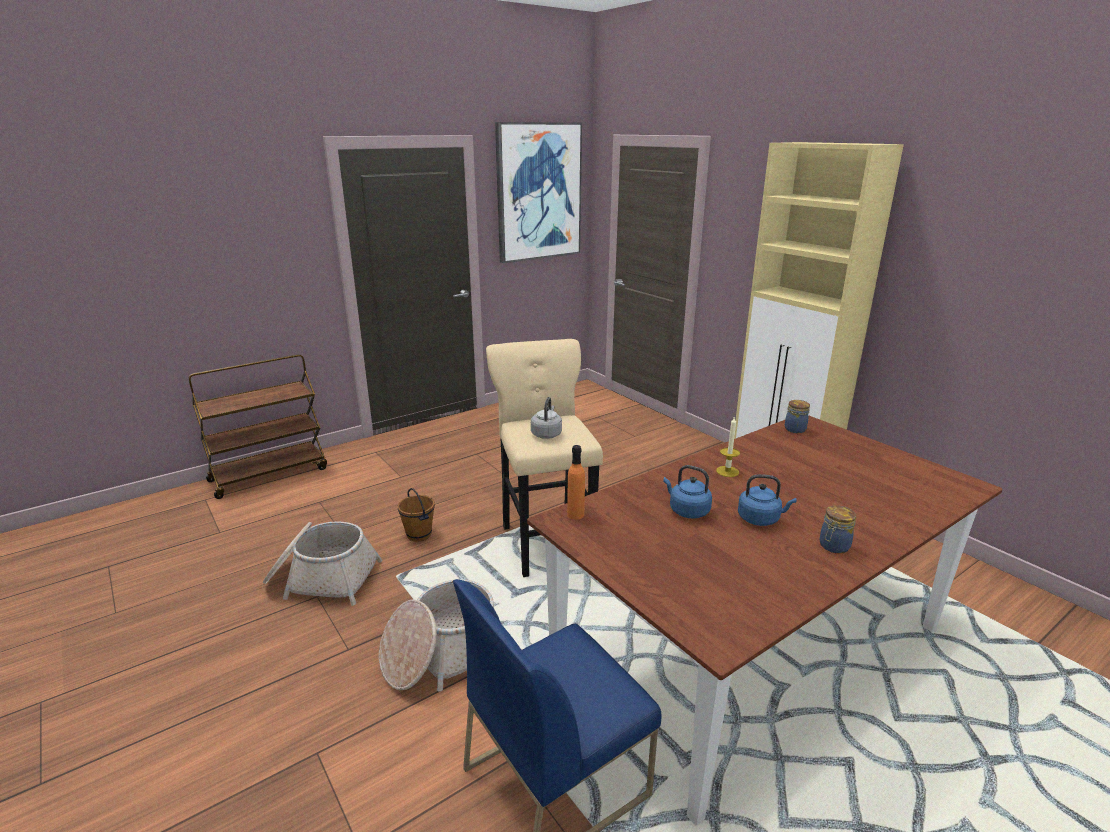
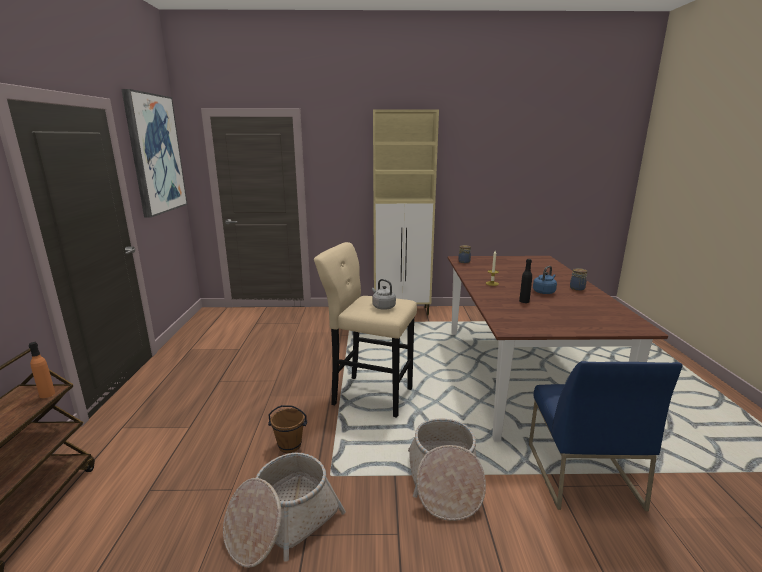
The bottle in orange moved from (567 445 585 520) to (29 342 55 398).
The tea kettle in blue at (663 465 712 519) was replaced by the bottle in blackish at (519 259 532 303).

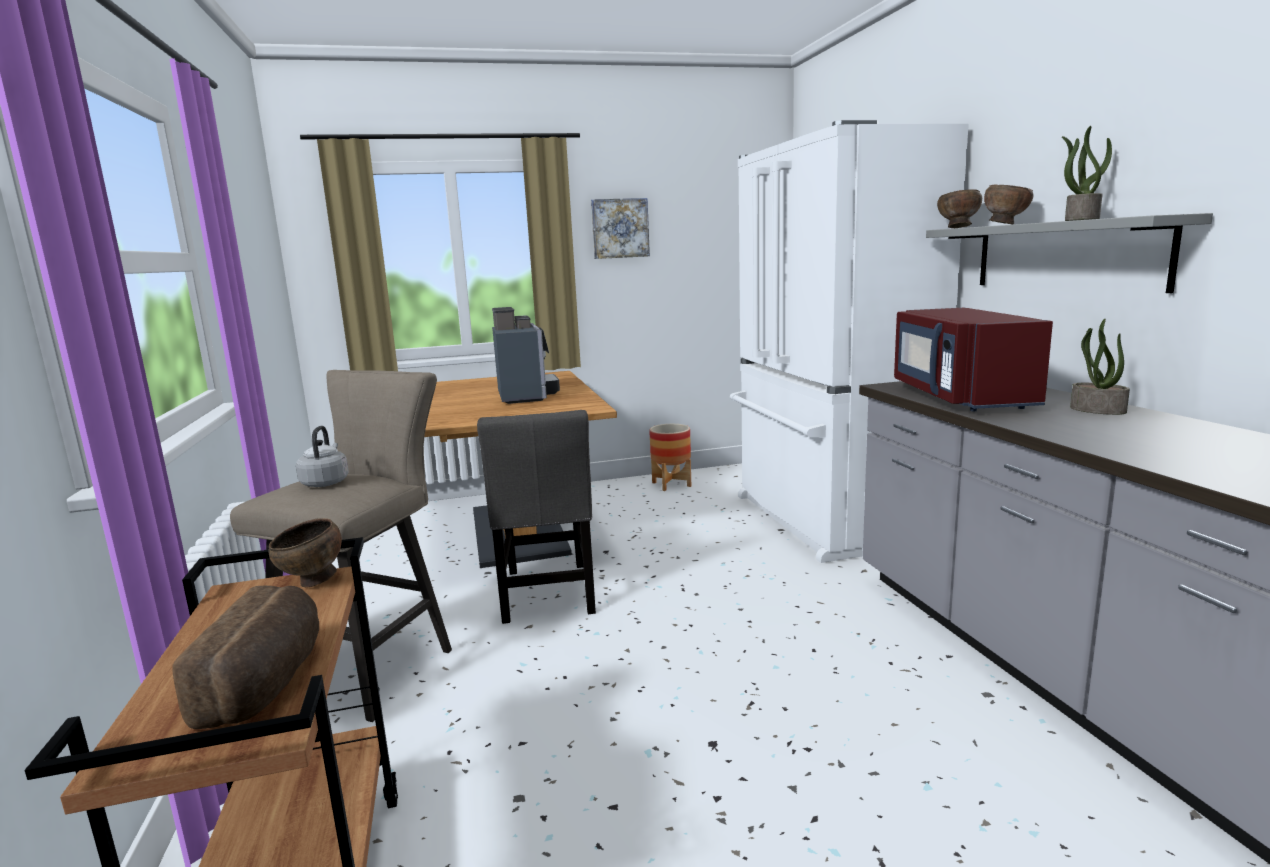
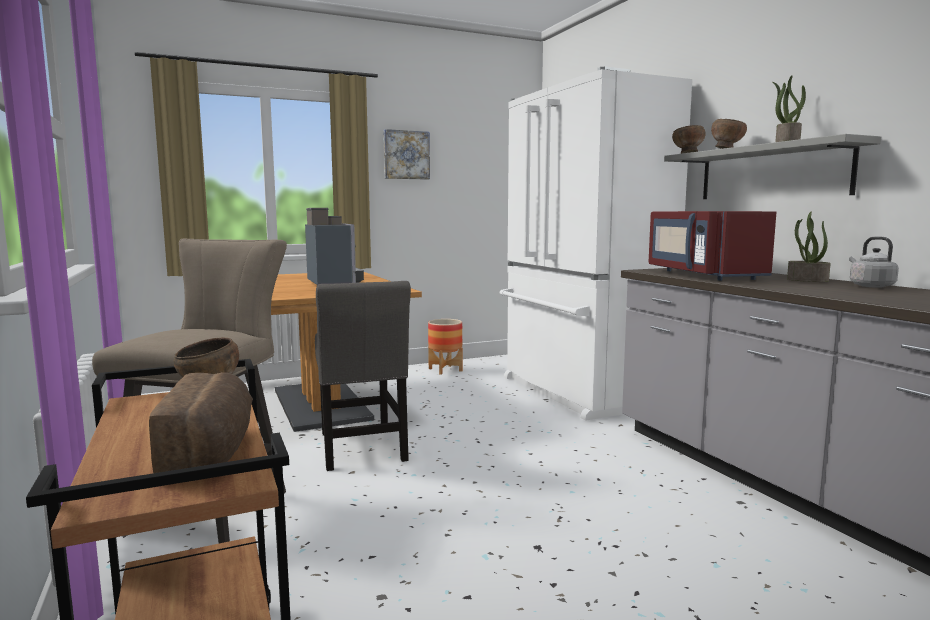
The tea kettle in gray moved from (296 426 349 487) to (849 237 899 288).

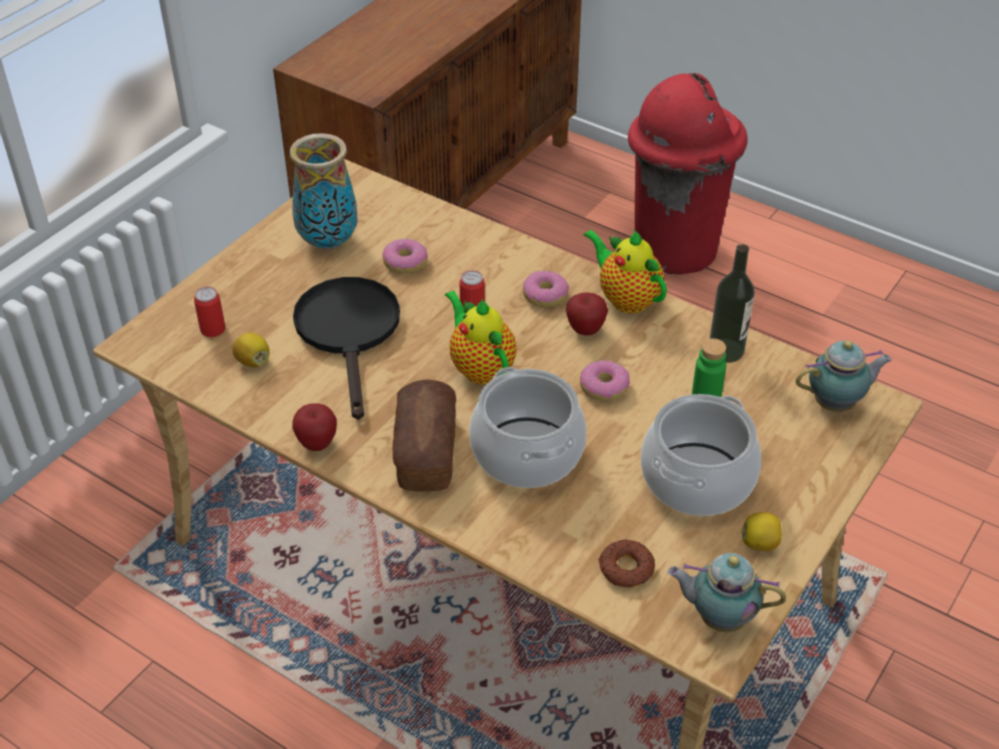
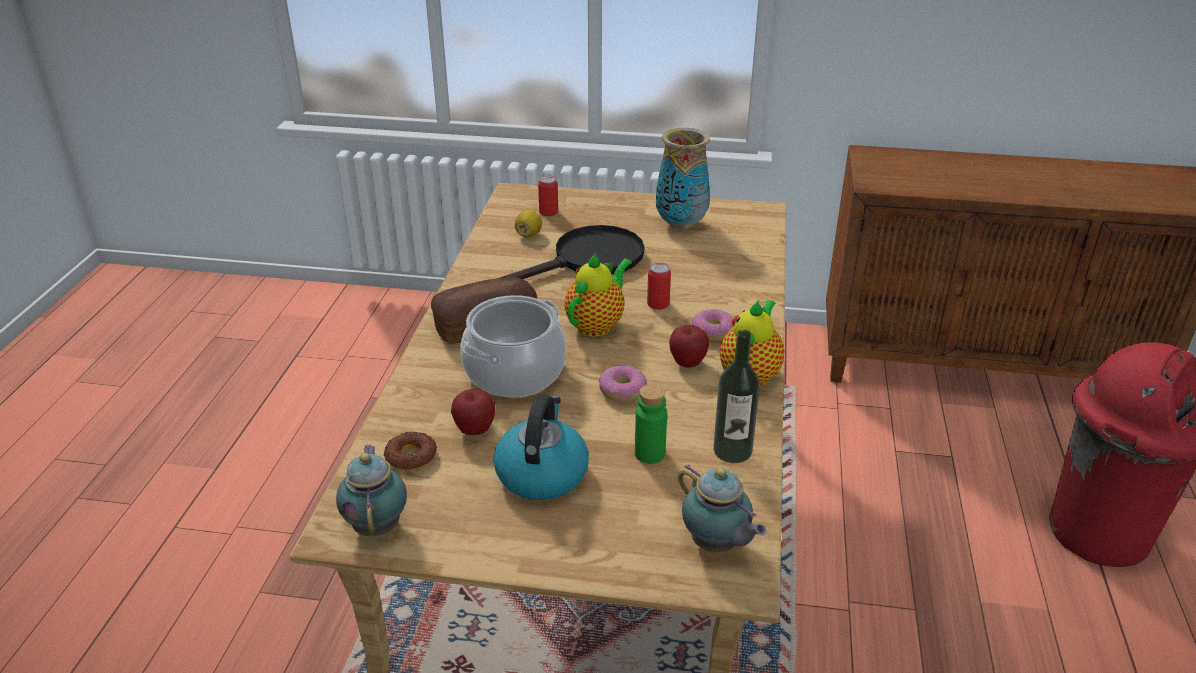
The apple moved from (292 403 337 451) to (451 389 495 435).
The stockpot at (641 394 761 516) was replaced by the tea kettle at (493 395 589 500).
The doughnut at (382 239 428 274) disappeared.
The whole lemon at (741 512 782 551) disappeared.

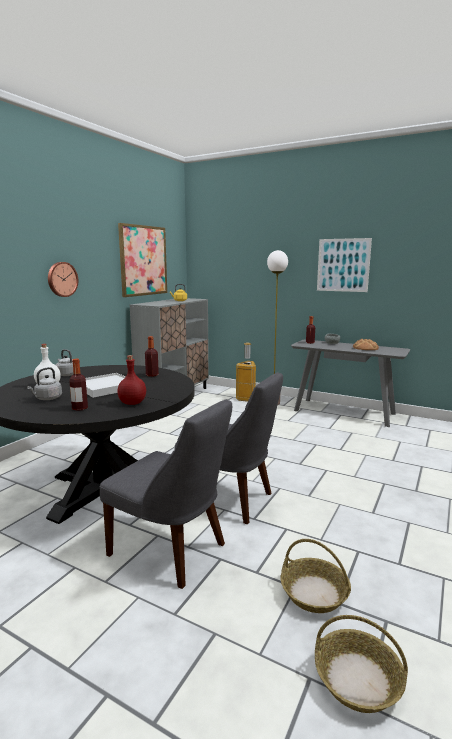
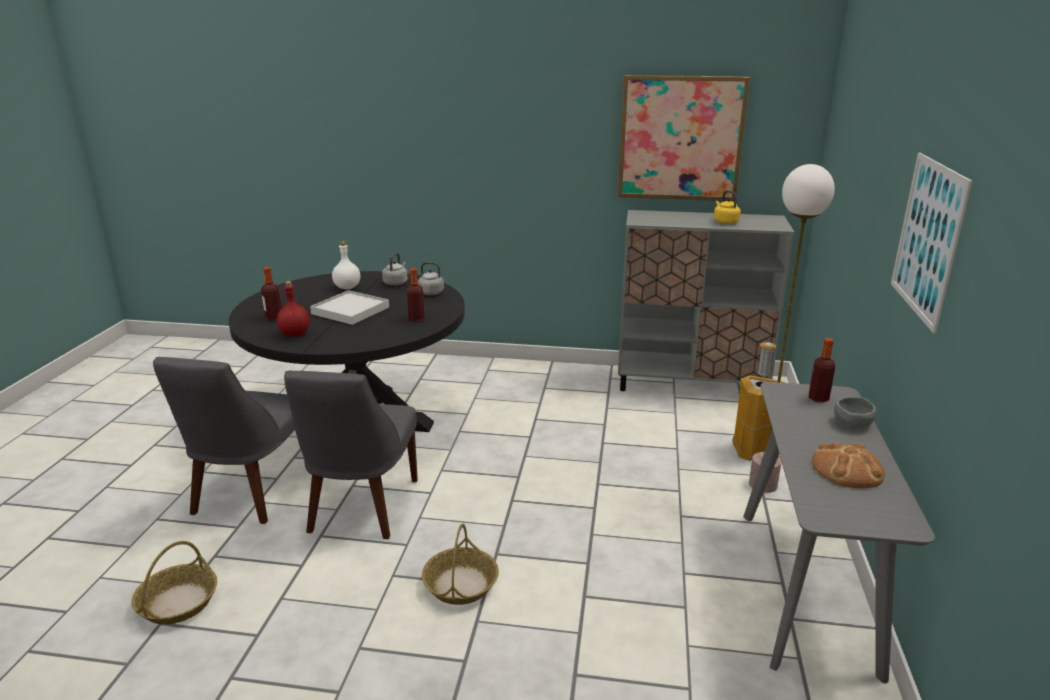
The tea kettle in gray moved from (27 367 62 400) to (418 262 444 295).
The basket moved from (315 615 408 713) to (422 524 499 605).
The clock on the wall at (48 262 78 297) disappeared.

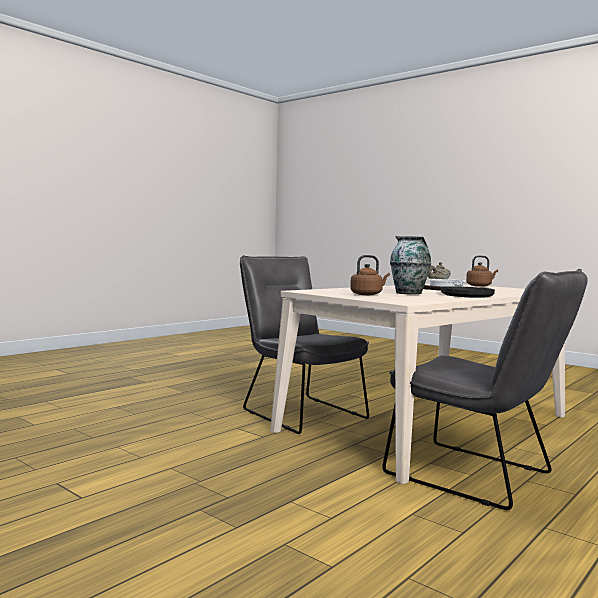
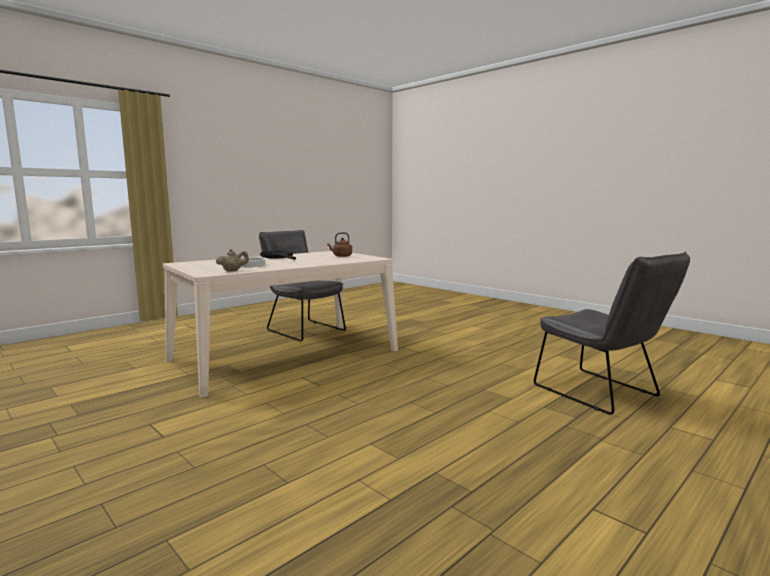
The chair in gray moved from (240 255 369 434) to (534 252 690 415).
The decorative vase at (390 236 431 294) disappeared.
The tea kettle in brownish at (466 255 498 287) disappeared.

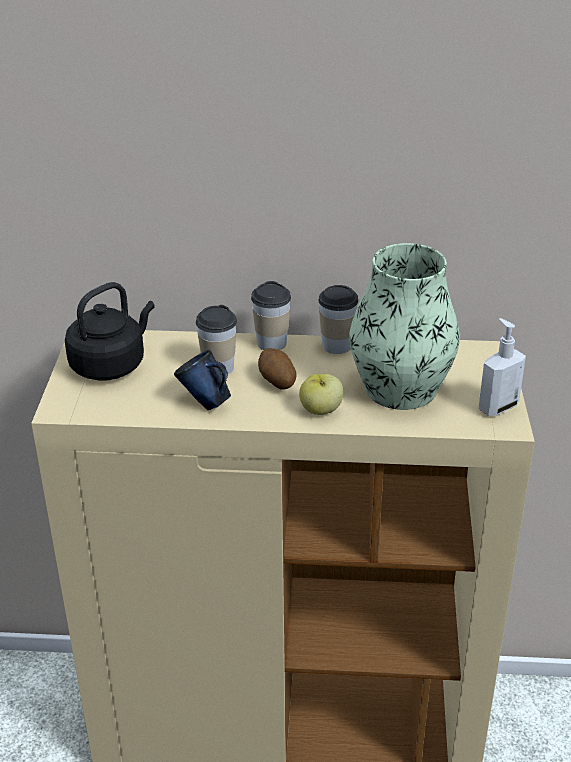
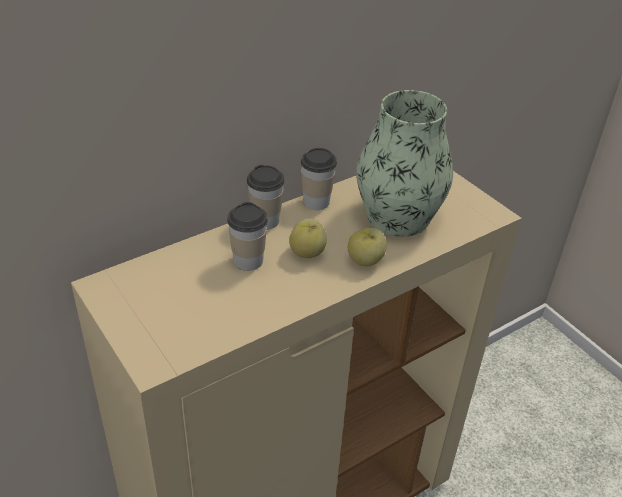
The potato at (258 348 297 390) was replaced by the apple at (289 218 327 258).
The tea kettle in blackish at (65 282 155 381) disappeared.
The coffee mug in blue at (174 350 231 410) disappeared.
The soap bottle at (478 318 526 416) disappeared.

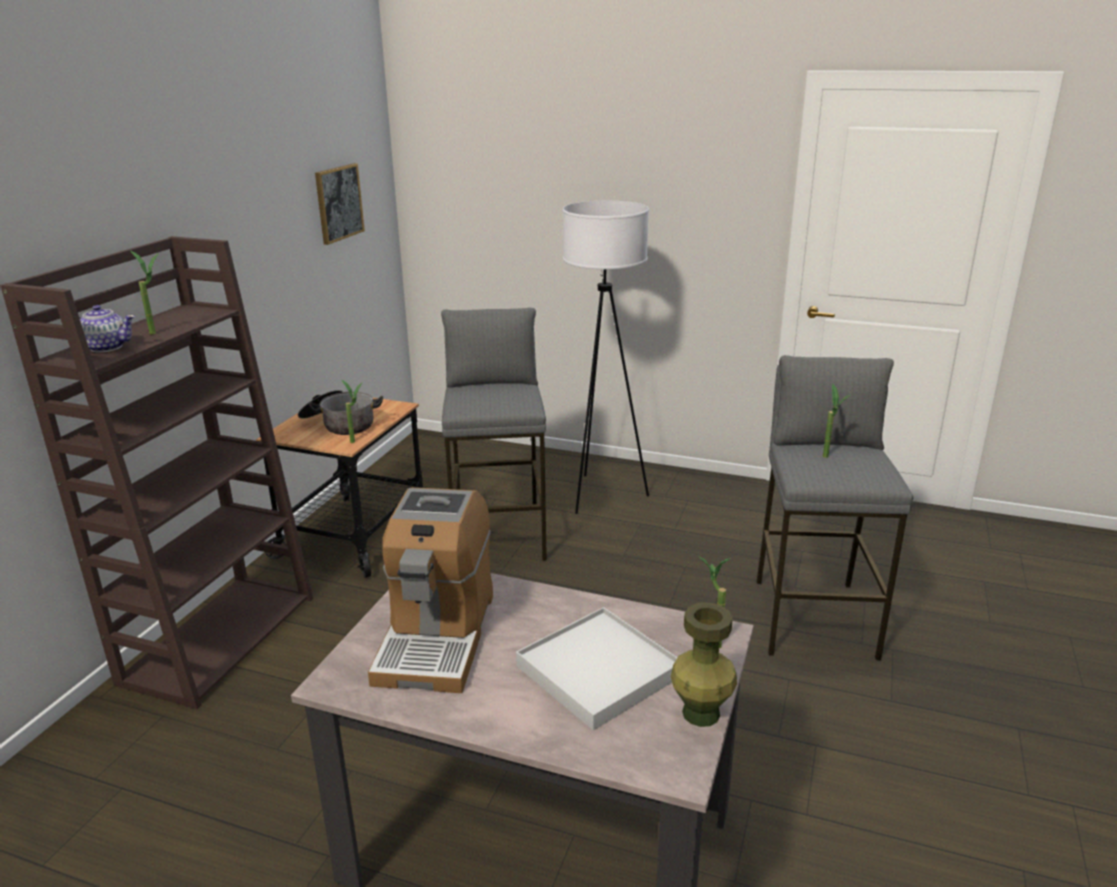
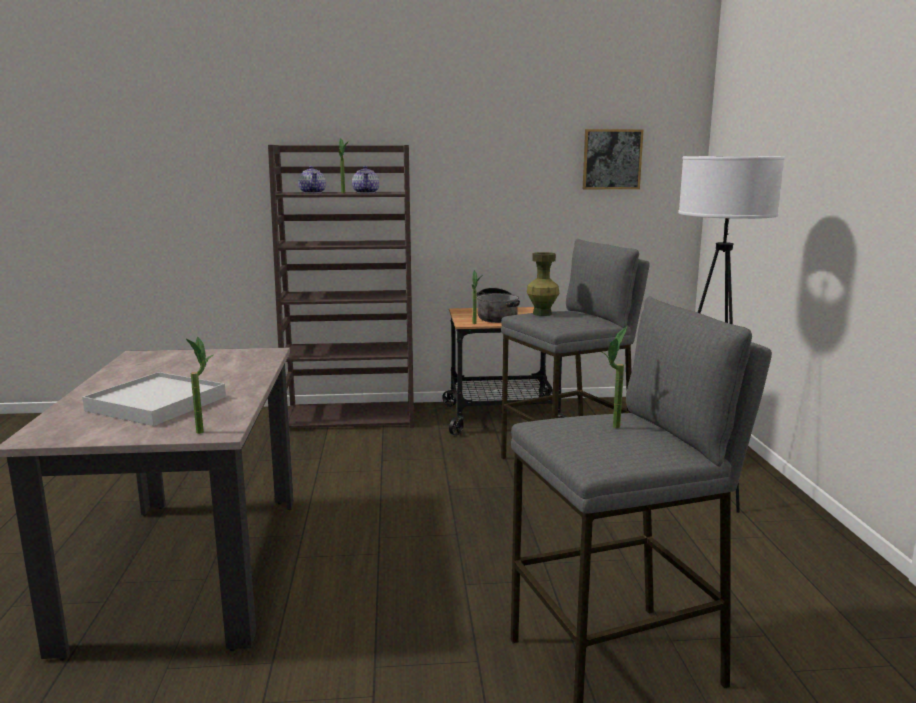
The tea pot at (352 166 379 193) appeared.
The decorative vase in green moved from (671 602 737 727) to (527 252 559 316).
The coffee machine at (368 487 493 693) disappeared.

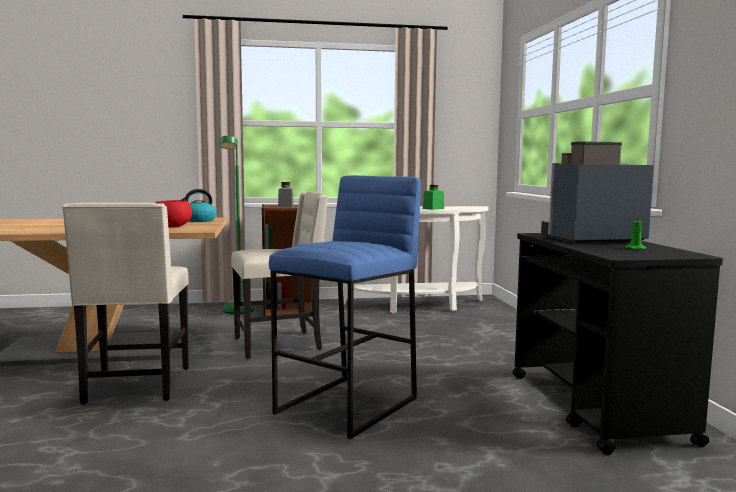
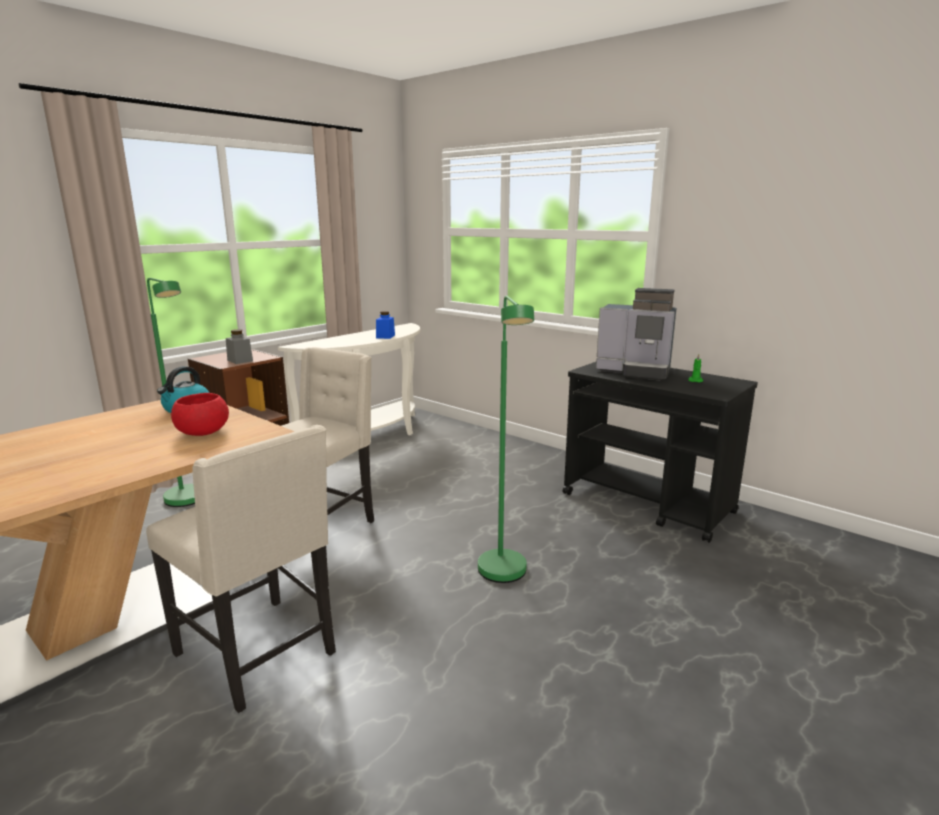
The preserve jar in green at (423 185 444 210) became the preserve jar in blue at (376 311 395 339).
The stool seat in blue at (269 175 421 439) was replaced by the floor lamp in green at (478 296 534 583).
The coffee machine at (541 141 654 243) turned 105 degrees counterclockwise.

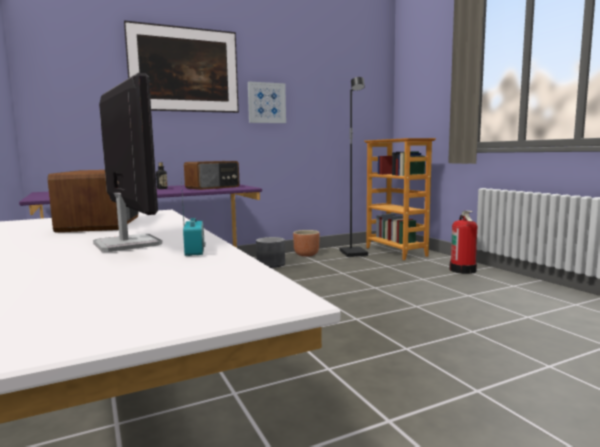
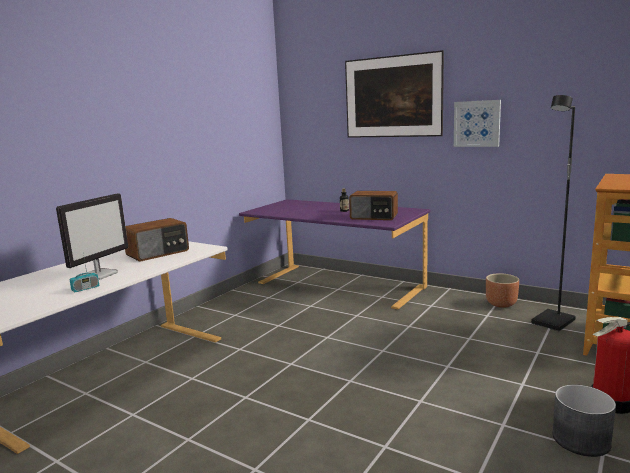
The planter in gray moved from (256 237 285 268) to (552 385 616 457).

